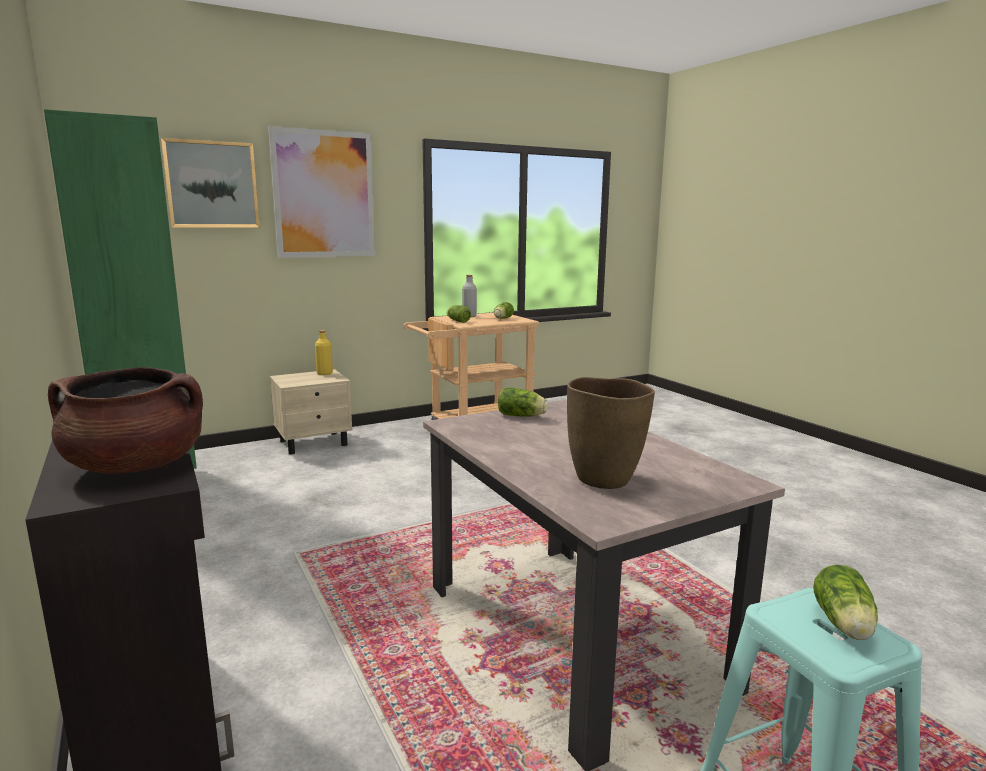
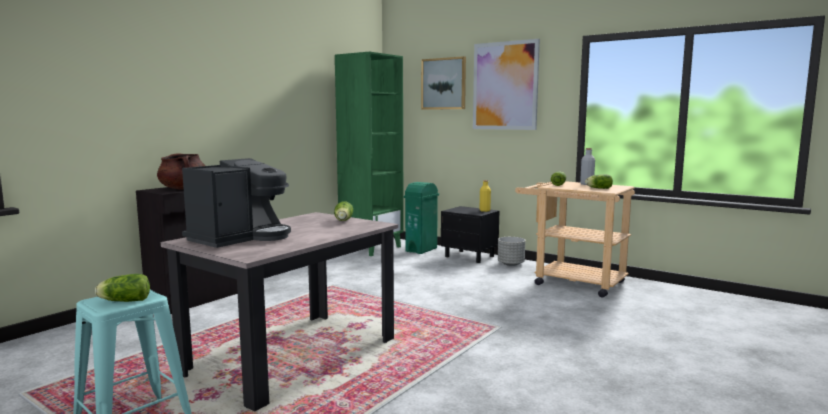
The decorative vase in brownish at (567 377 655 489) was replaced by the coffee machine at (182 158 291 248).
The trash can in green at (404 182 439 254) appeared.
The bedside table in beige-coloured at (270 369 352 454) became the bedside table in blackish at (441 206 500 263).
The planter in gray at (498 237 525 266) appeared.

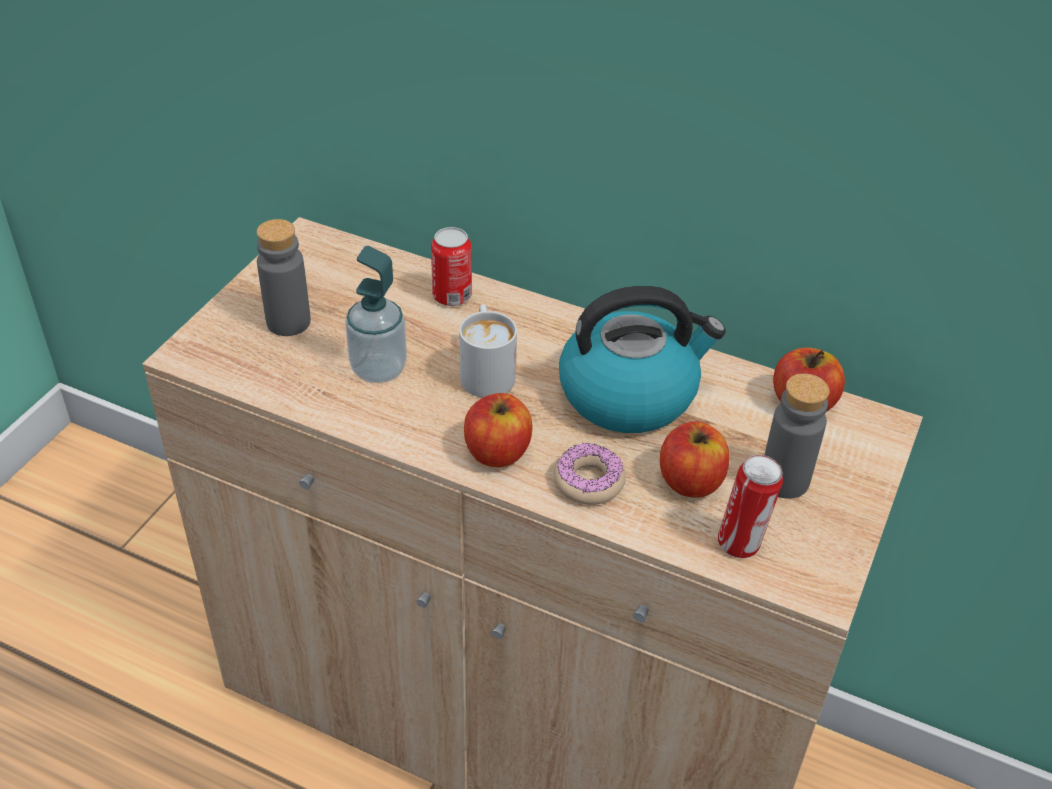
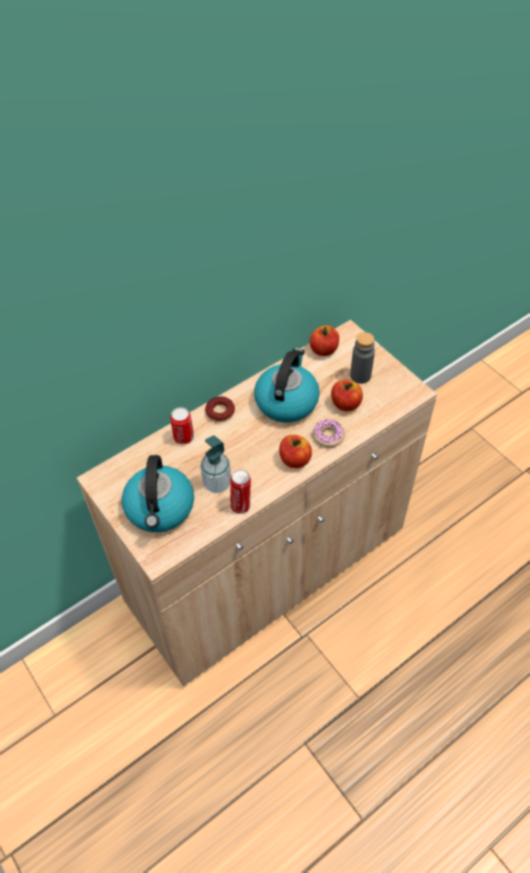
The bottle in gray at (257 219 311 336) was replaced by the tea kettle at (122 455 194 533).
The doughnut at (205 396 235 422) appeared.
The sealed can moved from (718 455 783 558) to (230 470 251 514).
The coffee mug in whitish at (459 304 517 398) disappeared.

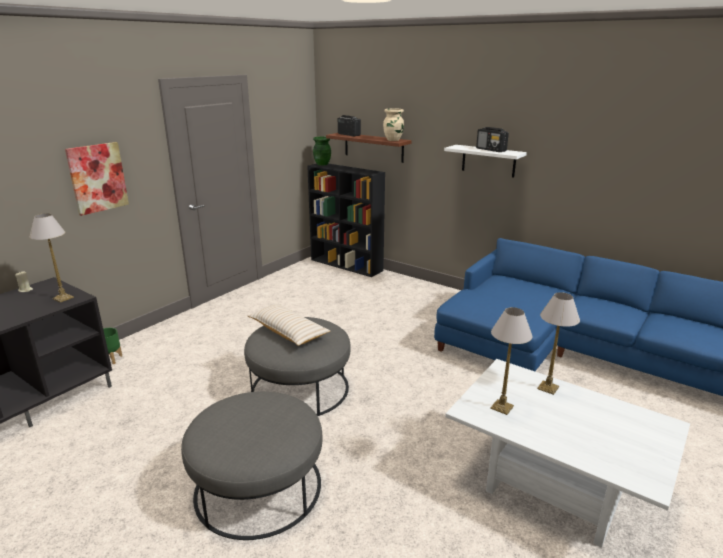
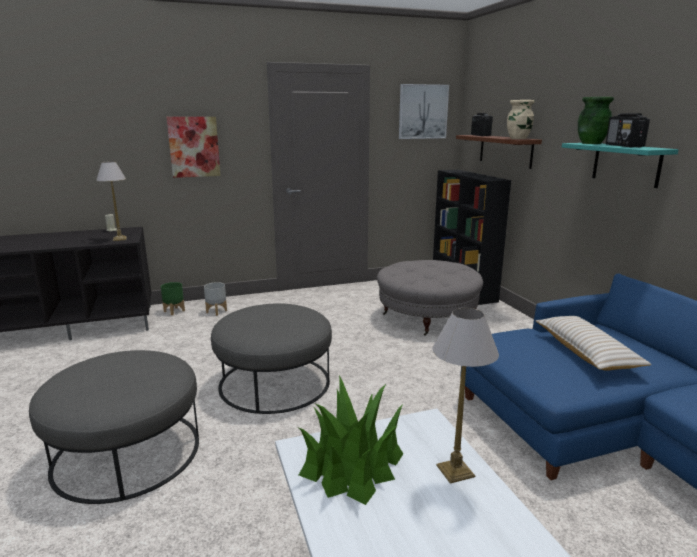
The planter in gray at (204 282 227 316) appeared.
The lamp for a table at (490 307 532 415) was replaced by the houseplant at (299 375 403 505).
The pouffe in gray at (377 260 483 336) appeared.
The wall art at (399 84 449 139) appeared.
The pillow in beige-coloured moved from (247 304 330 346) to (535 316 652 371).
The bracket shelf in whitish at (444 145 527 178) became the bracket shelf in turquoise at (562 143 679 188).
The decorative vase in green moved from (313 136 331 166) to (578 97 614 144).

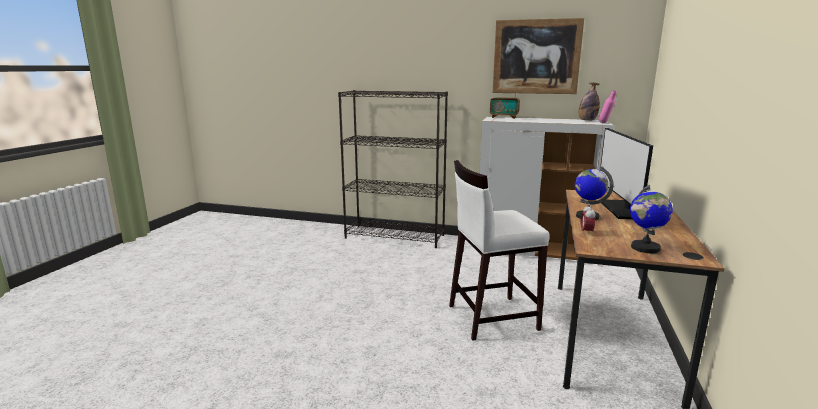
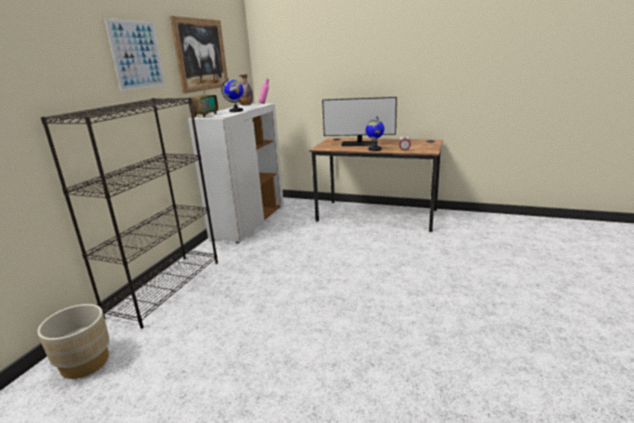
The planter in beige-coloured at (37 304 110 379) appeared.
The wall art at (104 18 165 91) appeared.
The desk globe moved from (630 185 673 253) to (221 77 243 112).
The stool seat in whitish at (449 160 550 341) disappeared.

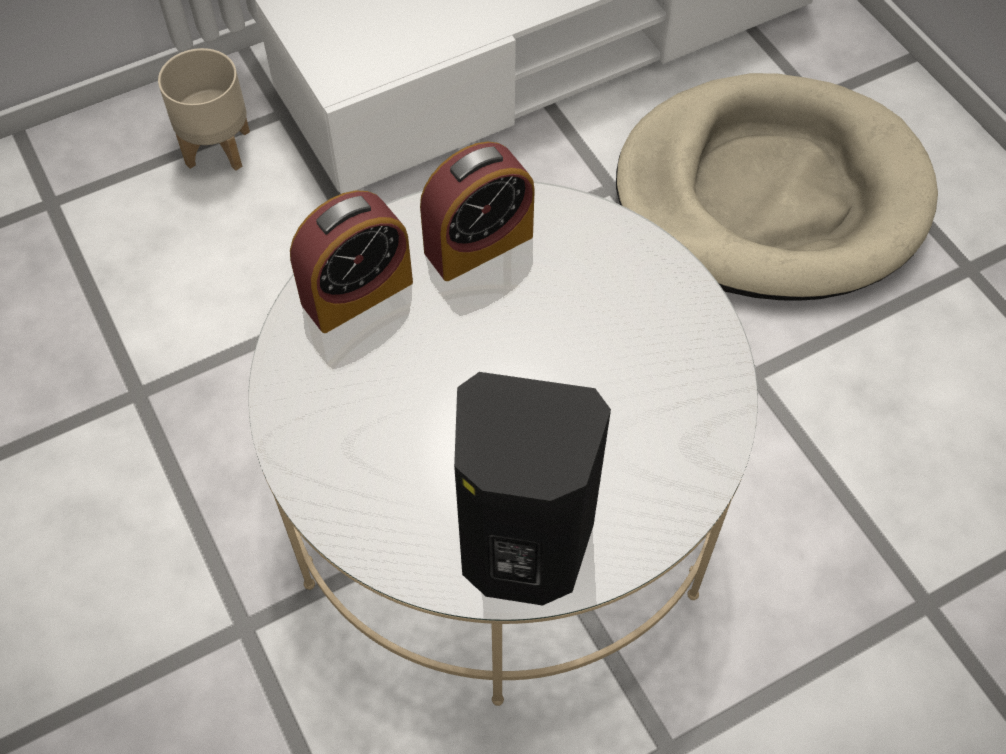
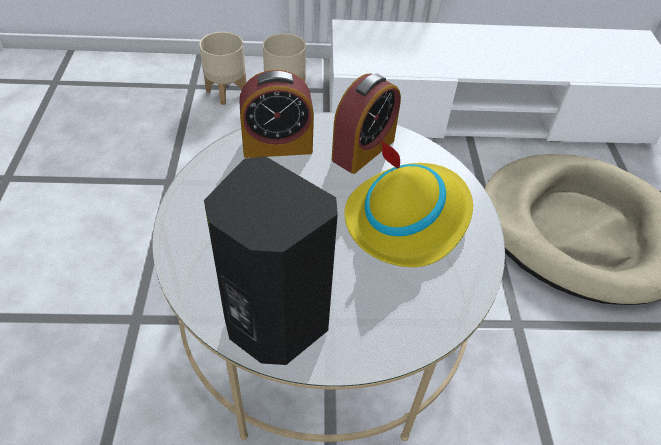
The planter in beige-coloured at (199 32 246 105) appeared.
The alarm clock at (420 142 535 281) turned 45 degrees counterclockwise.
The wearable hat in yellow-coloured at (344 140 473 267) appeared.

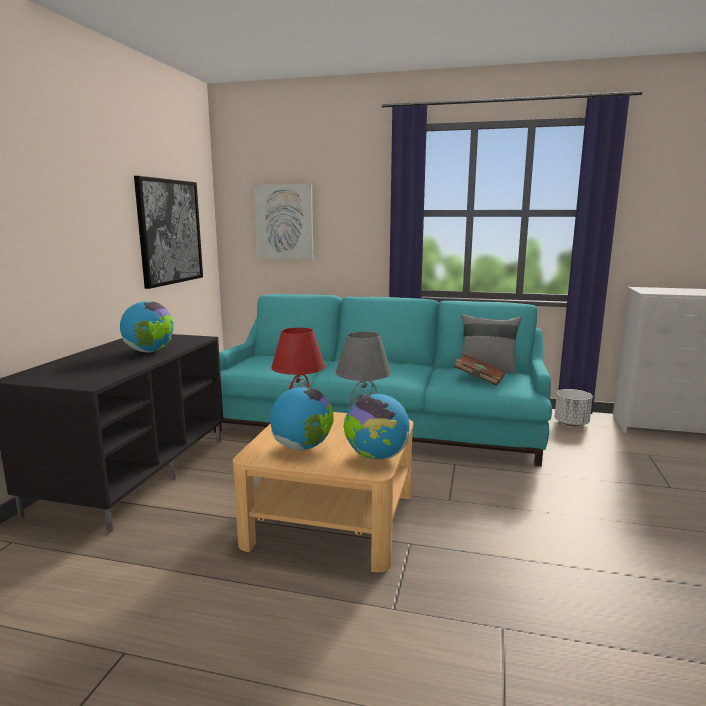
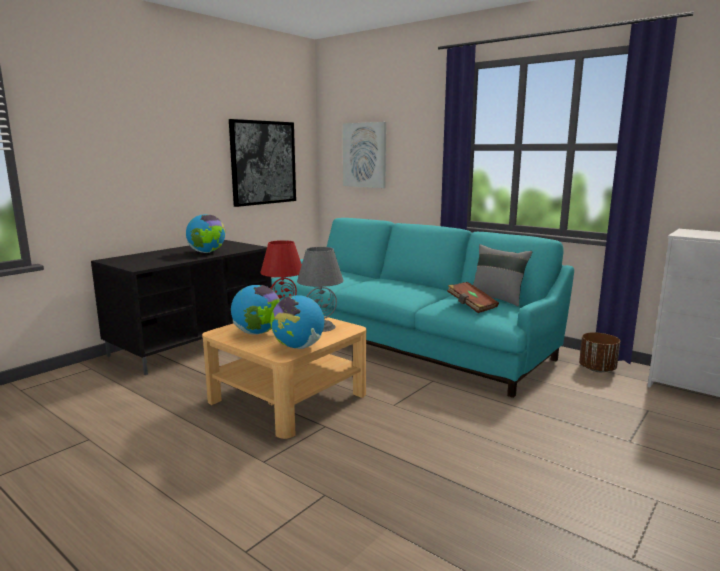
The planter in whitish at (554 389 593 426) became the planter in brownish at (579 332 620 372).

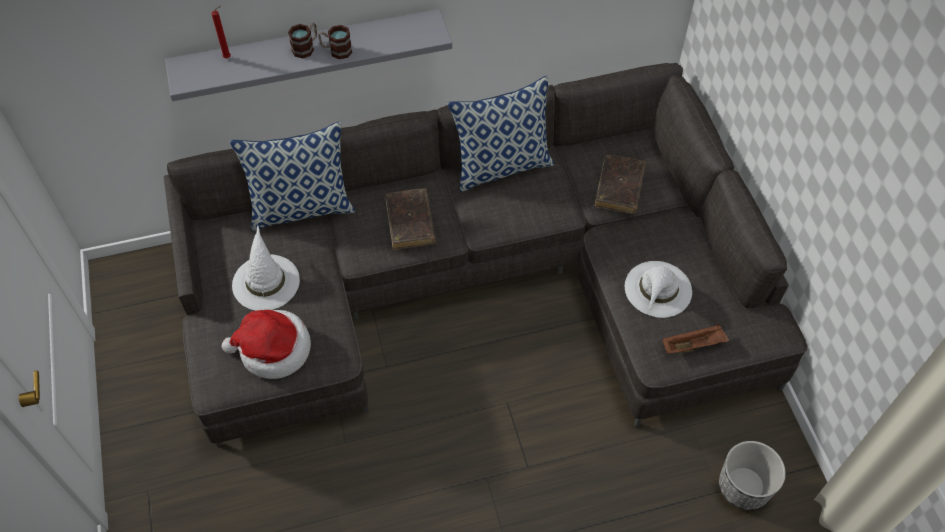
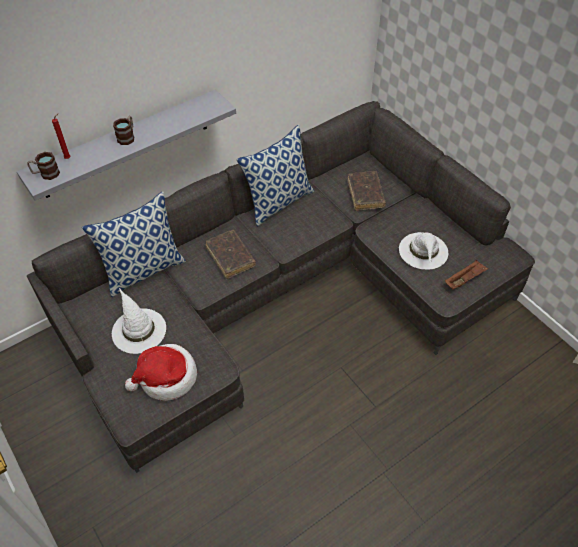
The coffee mug moved from (318 25 353 59) to (27 152 60 180).
The planter at (719 441 786 510) disappeared.

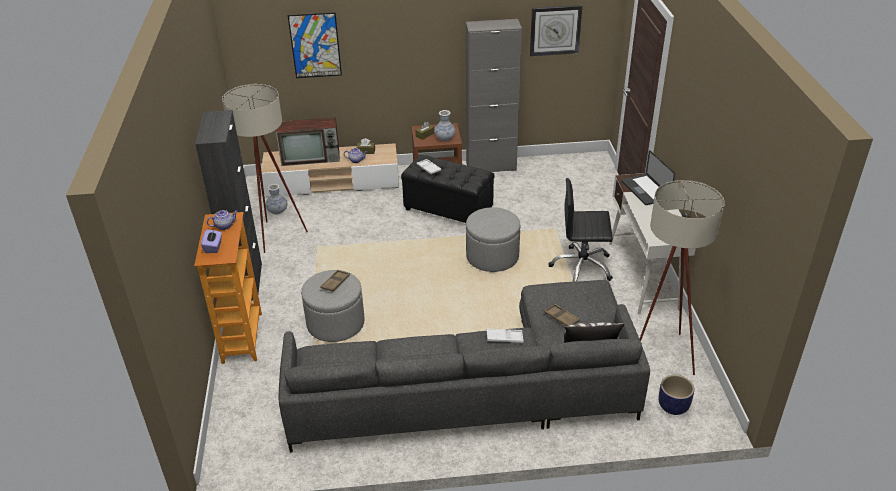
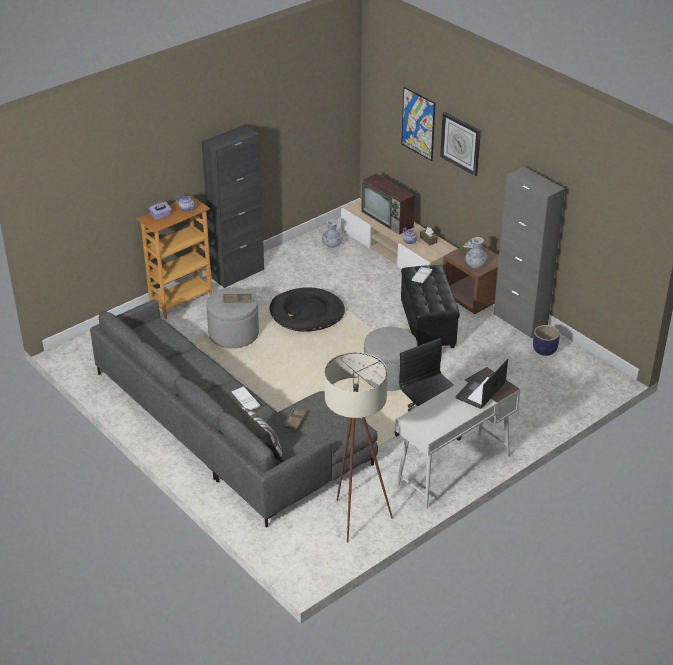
The pet bed in blackish at (269 287 345 332) appeared.
The clock on the wall moved from (530 5 582 56) to (440 112 481 176).
The planter moved from (659 375 694 415) to (533 325 560 356).
The floor lamp in beige-coloured at (222 84 308 253) disappeared.

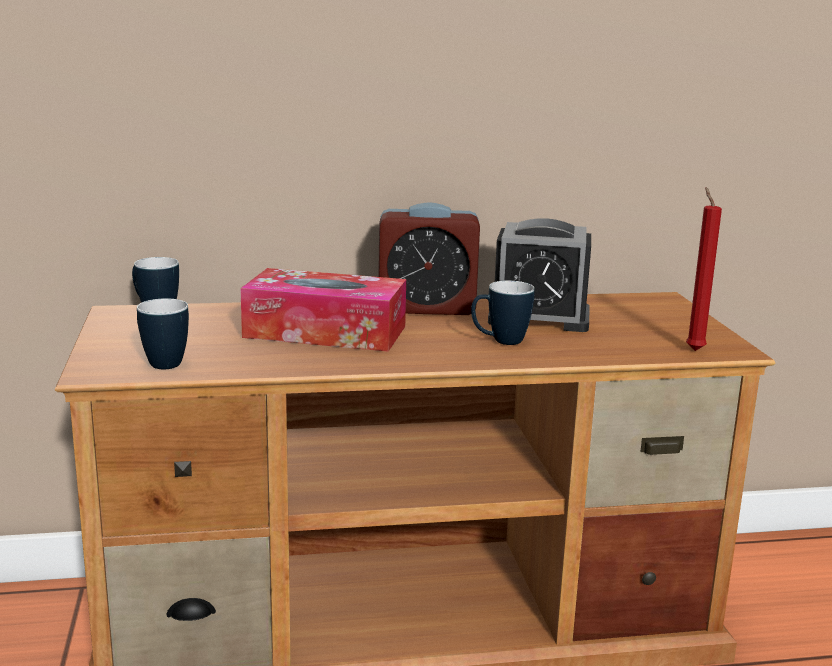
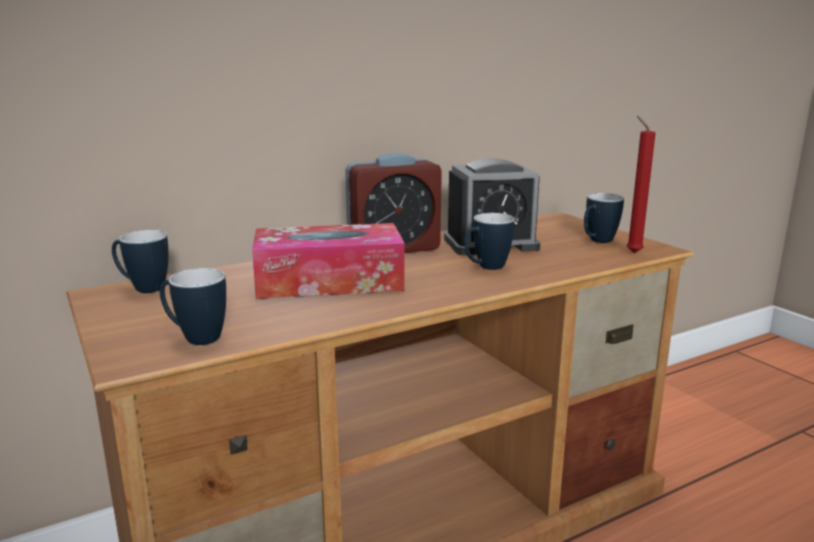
The coffee mug at (584 193 624 243) appeared.

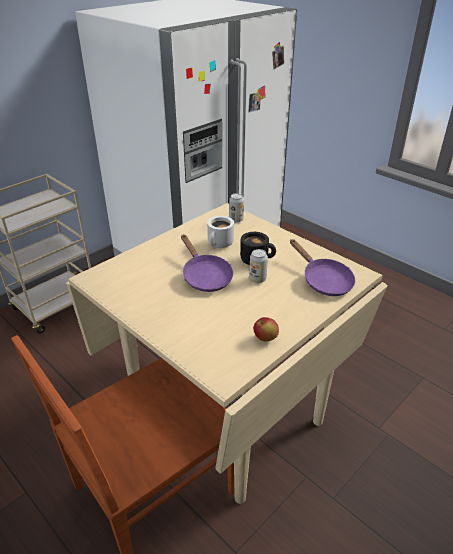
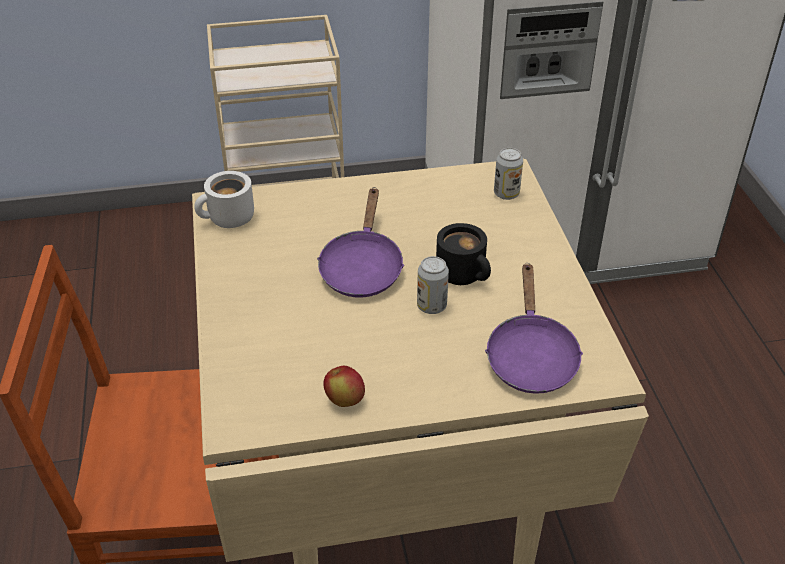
The coffee mug in whitish moved from (207 216 234 248) to (194 171 254 228).

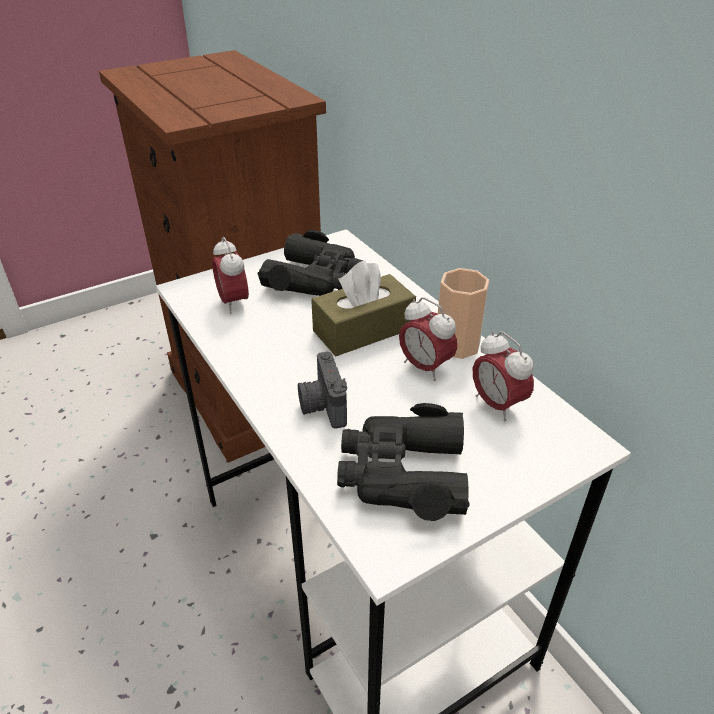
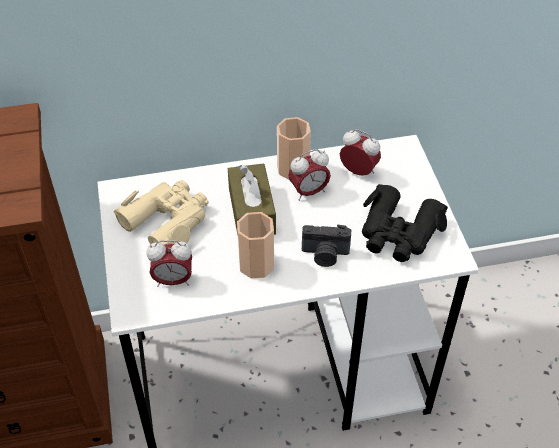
The field glasses in blackish at (258 230 363 296) became the field glasses in beige-coloured at (114 180 209 245).
The drinking cup at (237 212 274 279) appeared.
The alarm clock at (473 331 534 421) turned 135 degrees counterclockwise.

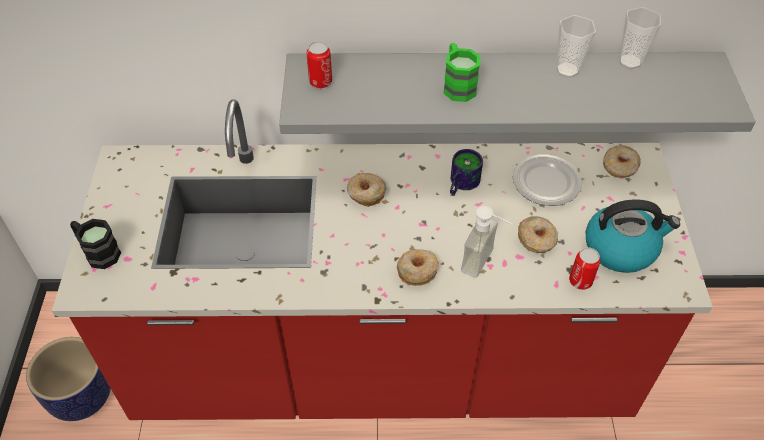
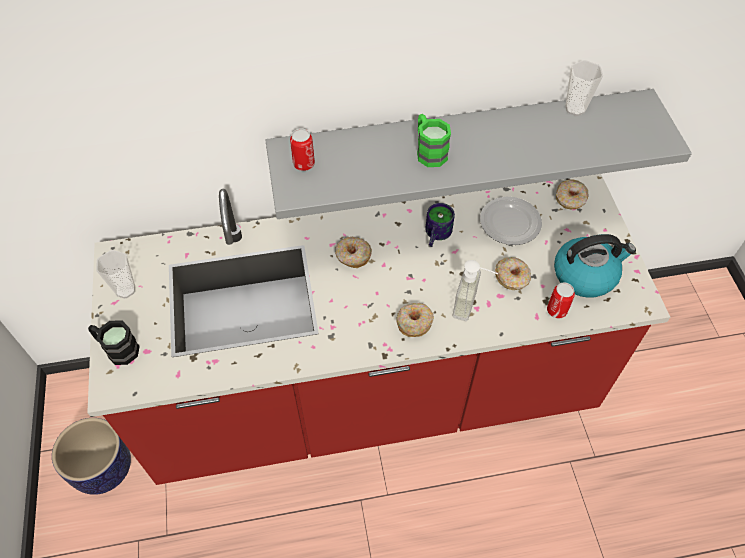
The drinking cup moved from (556 15 596 78) to (96 250 135 299).

